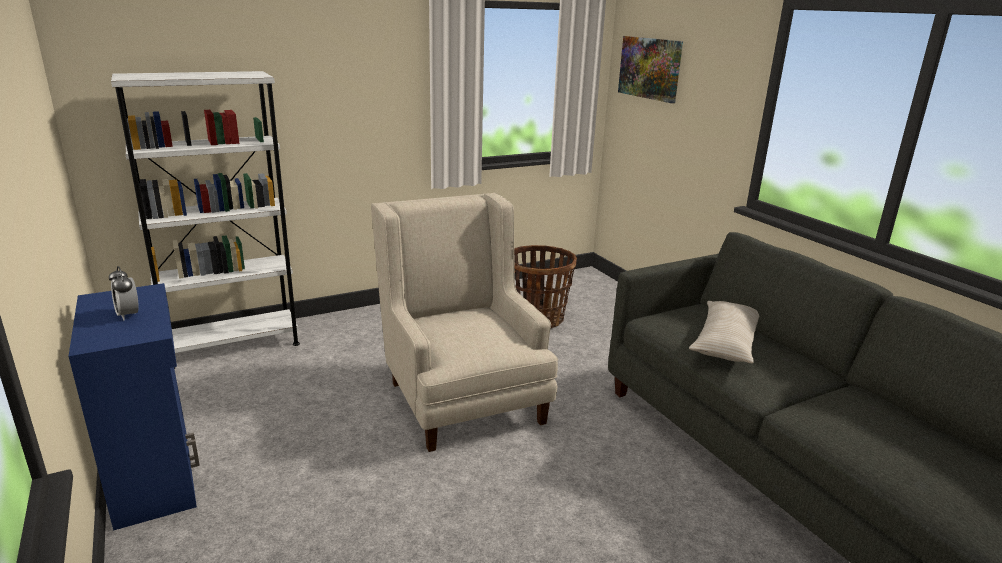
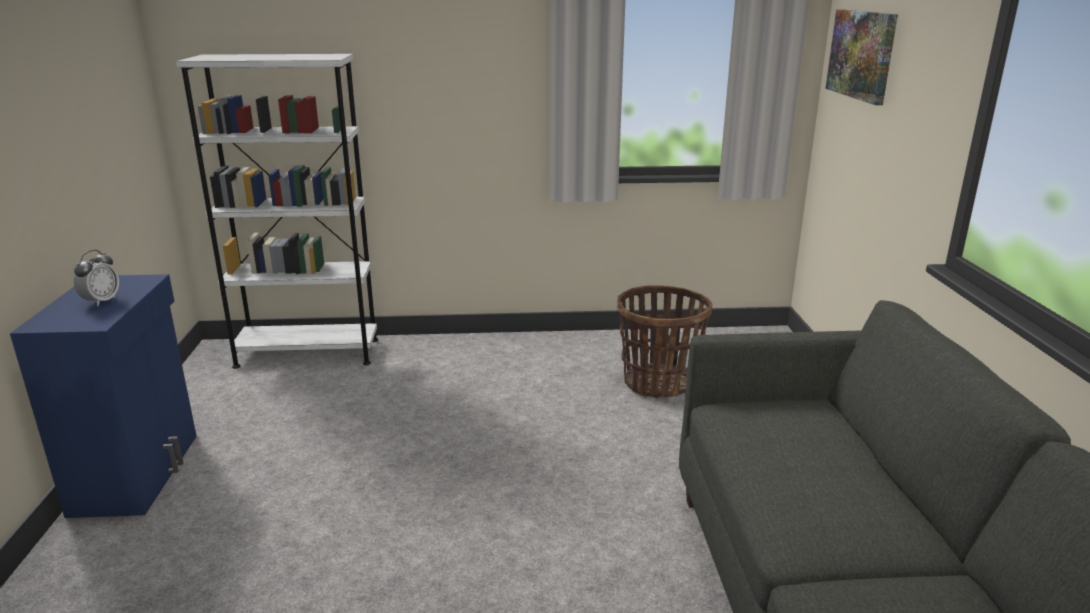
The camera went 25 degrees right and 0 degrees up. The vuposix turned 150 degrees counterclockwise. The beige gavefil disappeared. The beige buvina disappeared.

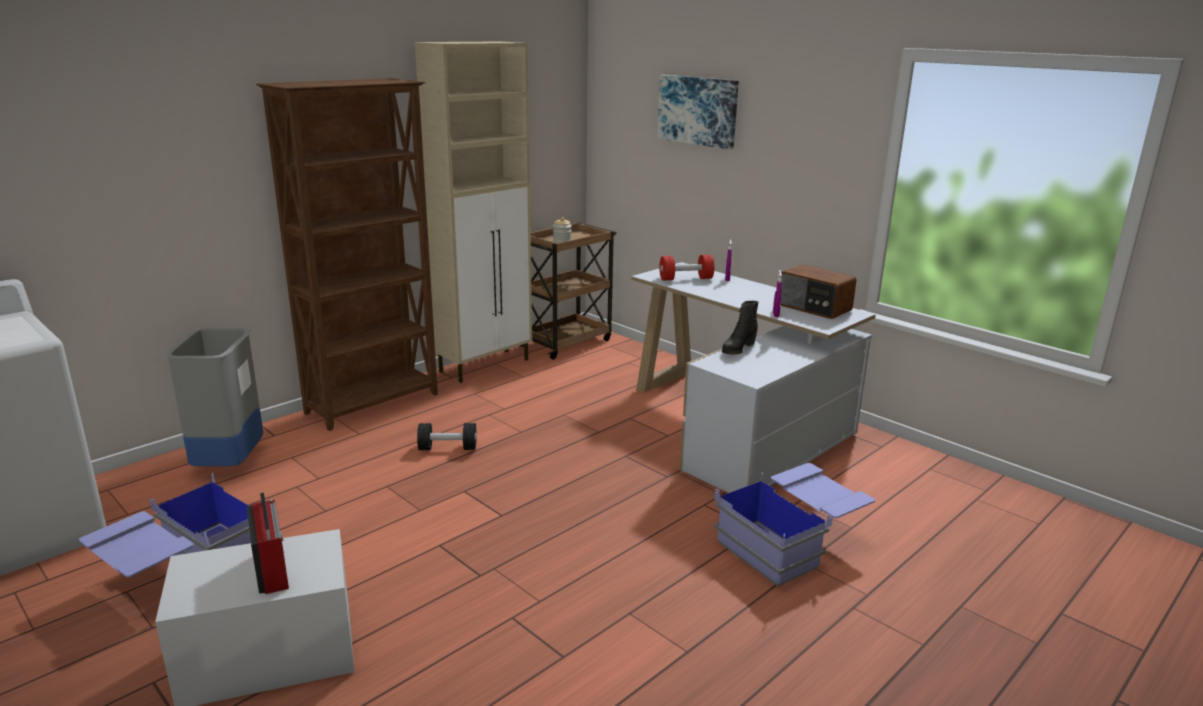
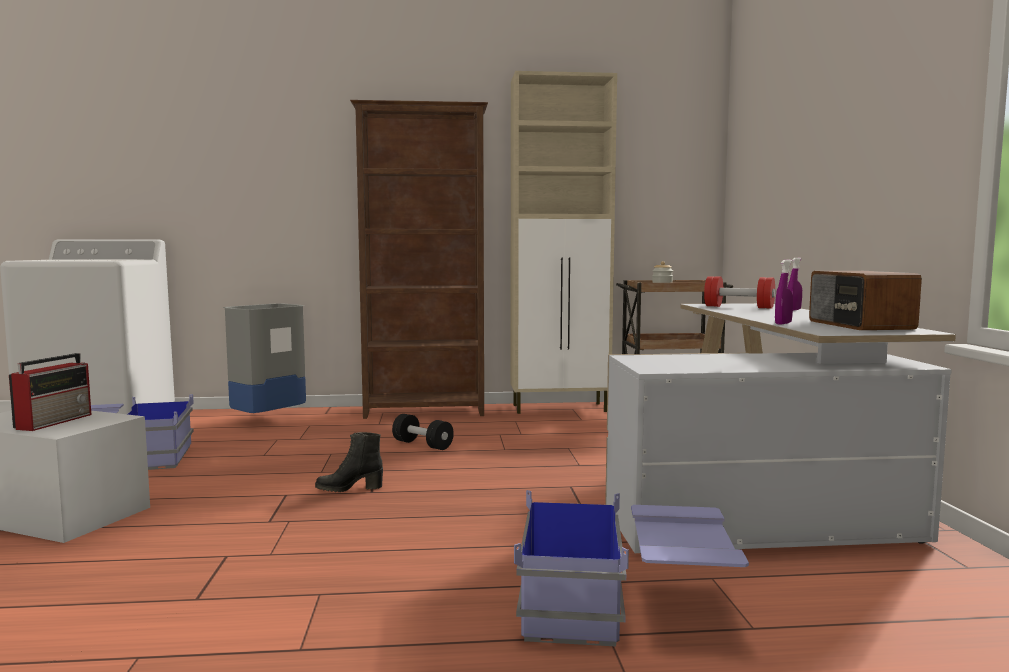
The camera went 40 degrees right and 15 degrees down. The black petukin moved. The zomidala disappeared.

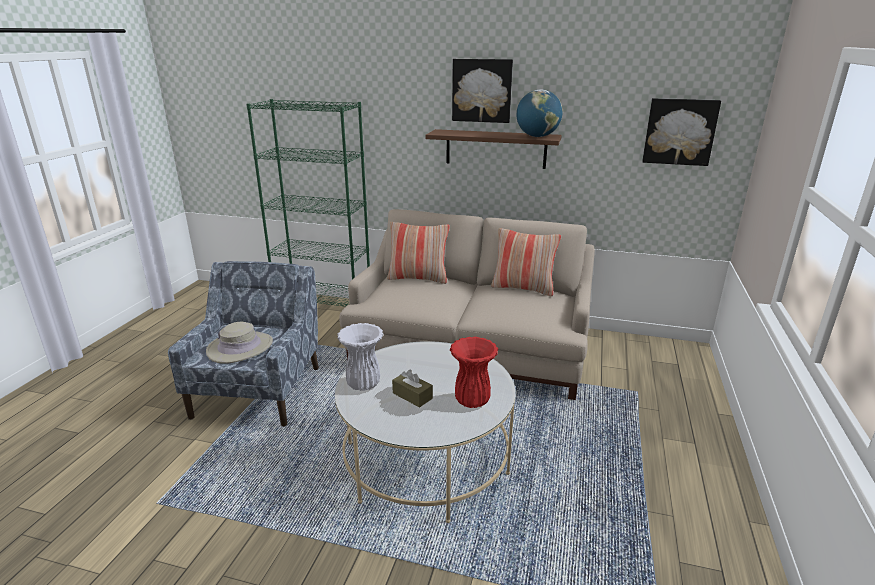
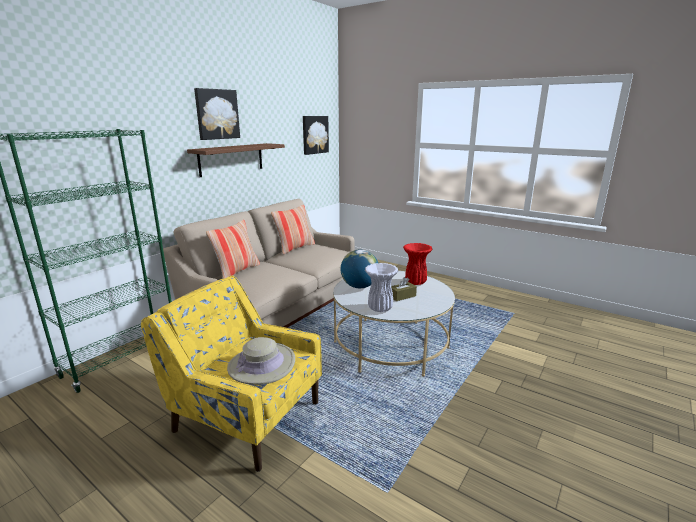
The camera went 70 degrees left and 5 degrees down. The blue gavefil became the yellow gavefil. The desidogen moved.

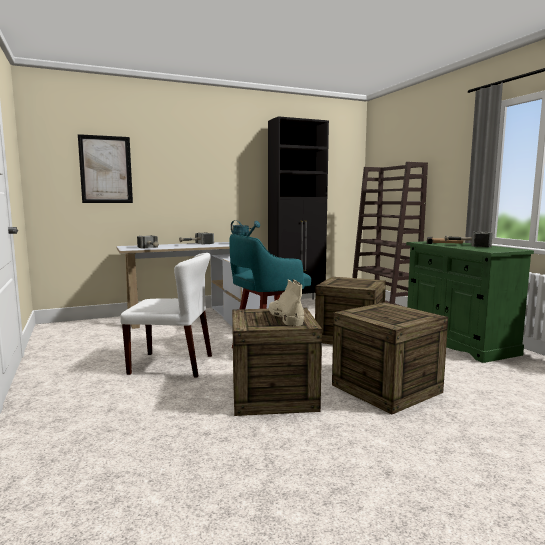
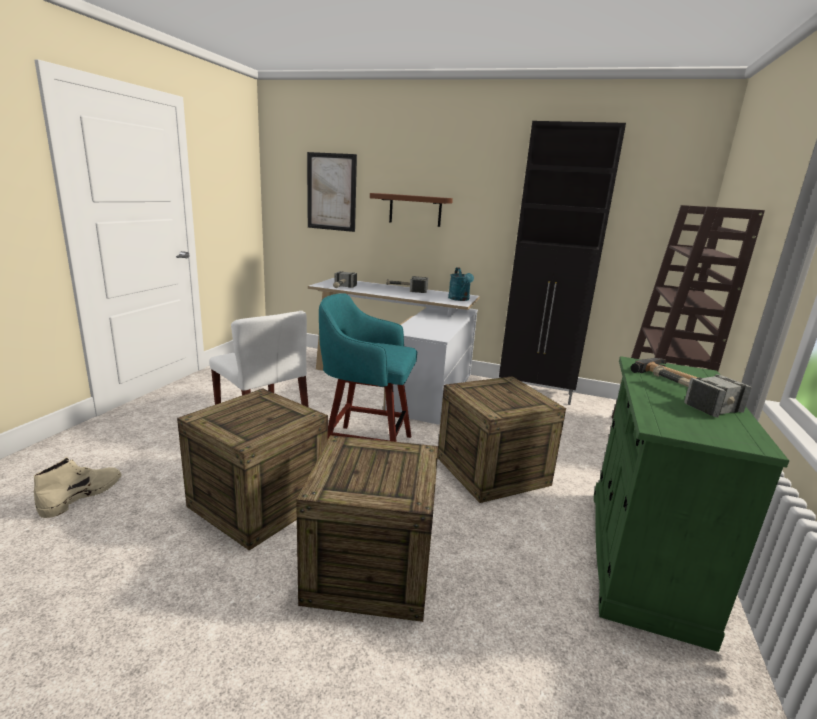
The camera went 40 degrees right and 10 degrees up. The beige petukin moved. The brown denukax appeared.

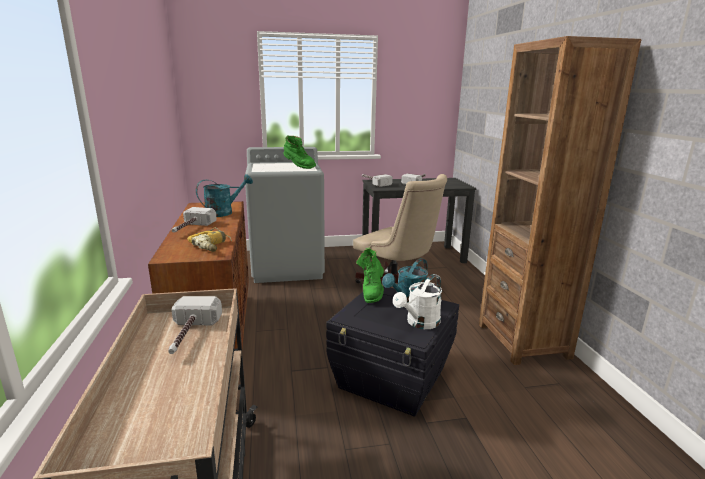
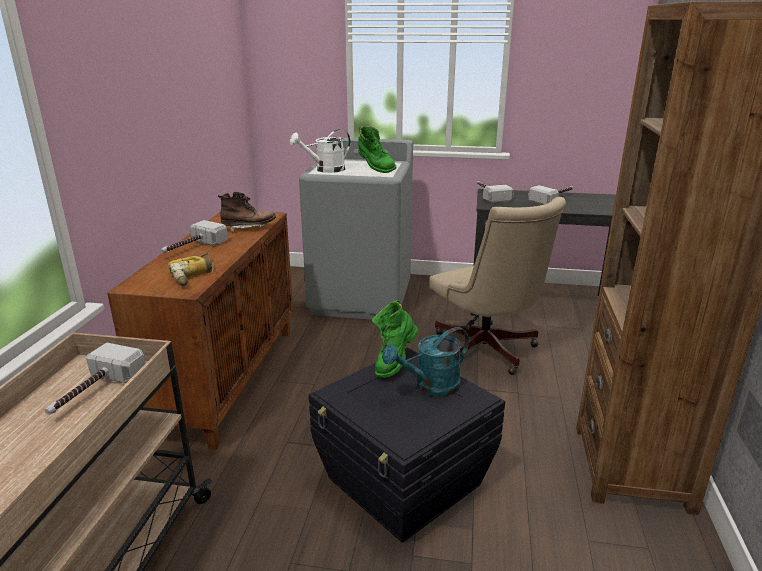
The camera went 20 degrees right and 5 degrees up. The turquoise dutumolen (1st from left) was replaced by the brown petukin. The white dutumolen moved.

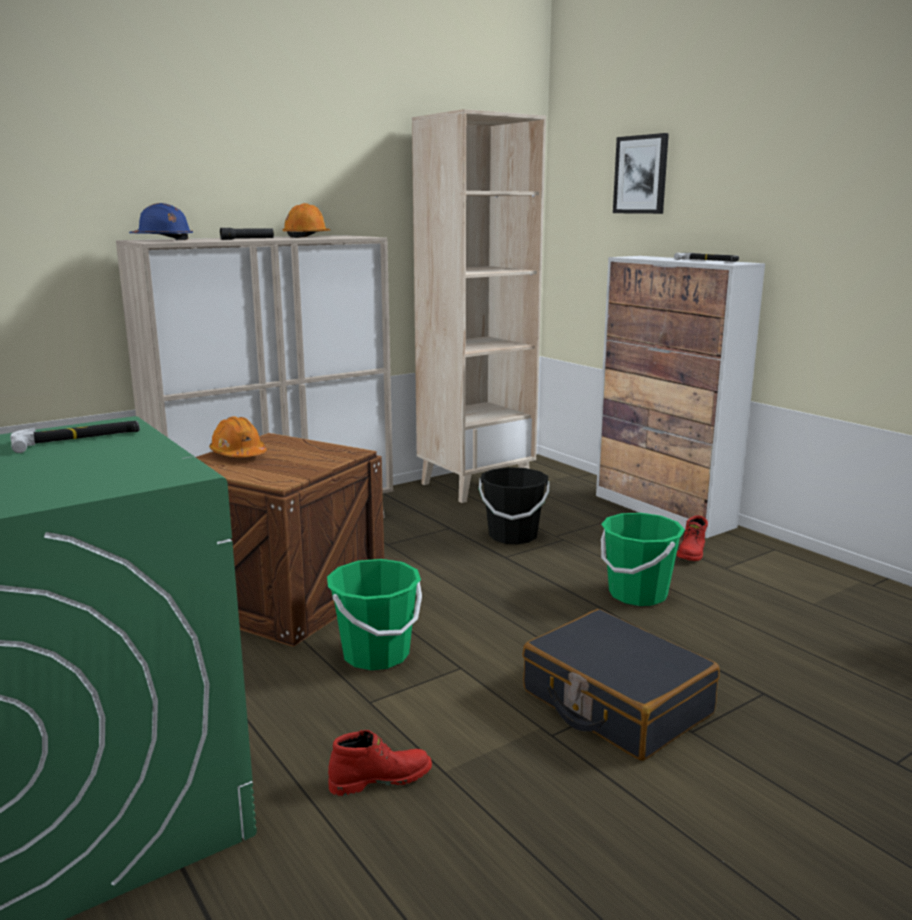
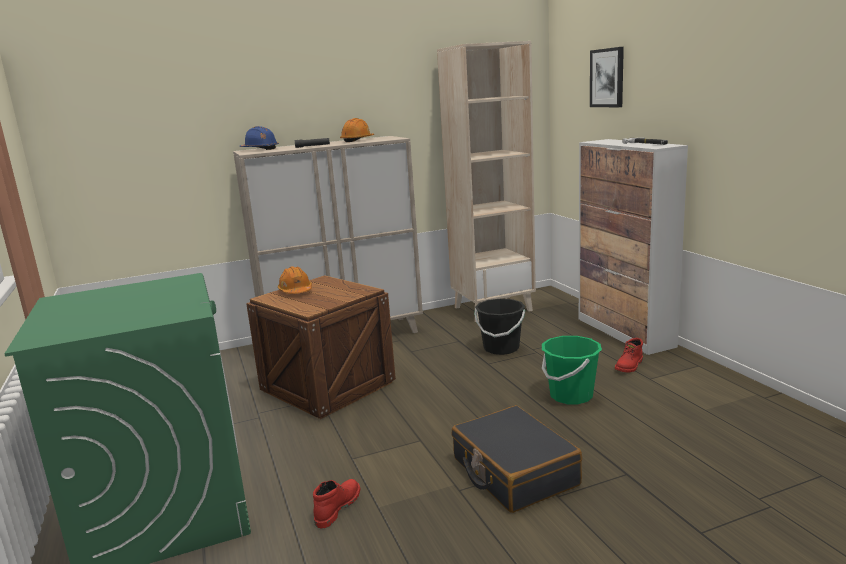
The camera went 15 degrees right and 0 degrees up. The red petukin (1st from left) turned 60 degrees counterclockwise. The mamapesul (1st from left) disappeared. The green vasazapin (1st from left) disappeared.

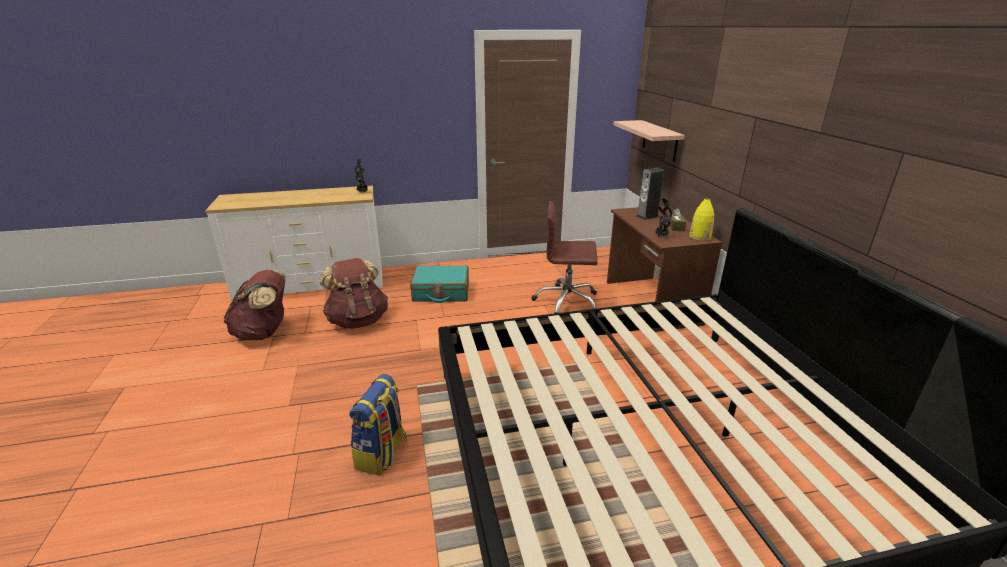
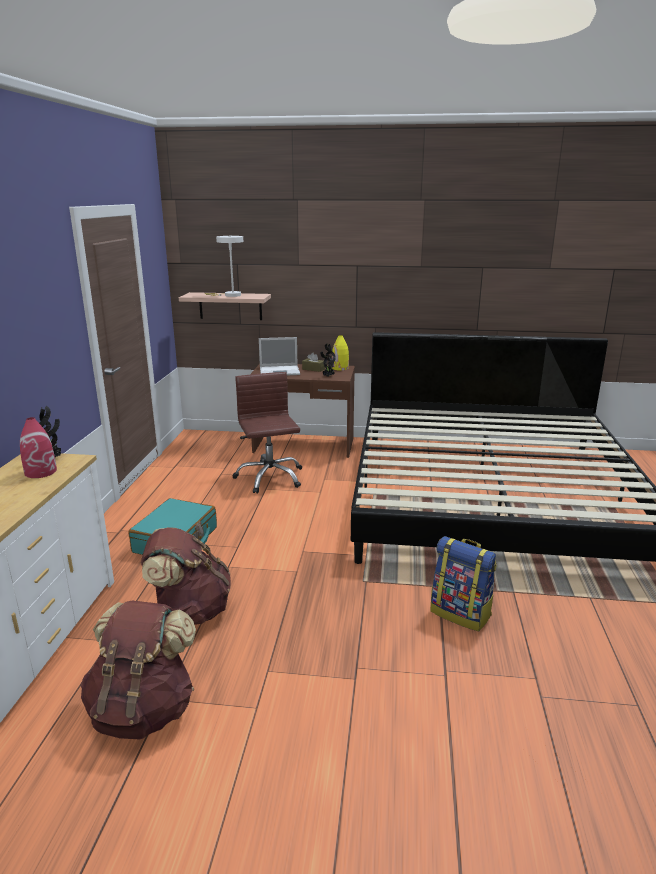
The camera went 70 degrees left and 5 degrees down. The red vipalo appeared. The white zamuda appeared. The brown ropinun turned 135 degrees clockwise. The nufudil was replaced by the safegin.

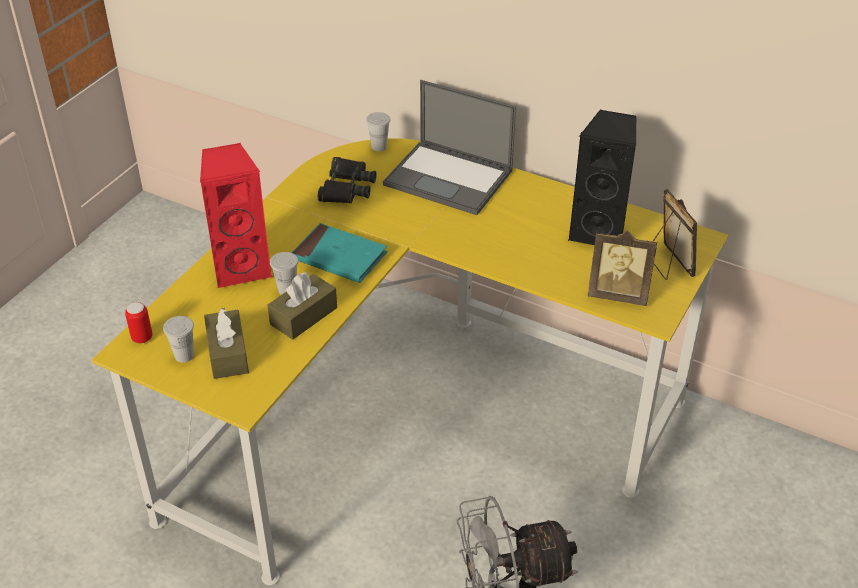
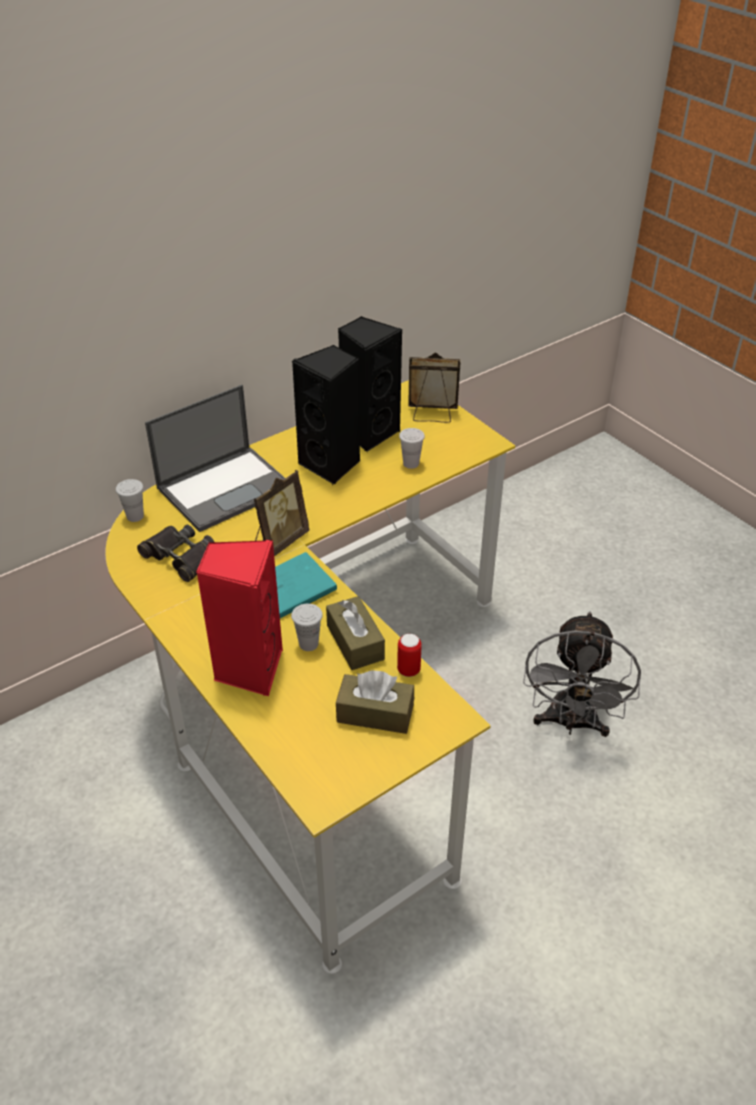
The camera went 65 degrees left and 0 degrees up. The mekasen (1st from left) moved. The black nufudil (1st from left) appeared. The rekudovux moved. The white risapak (1st from left in the first image) moved.

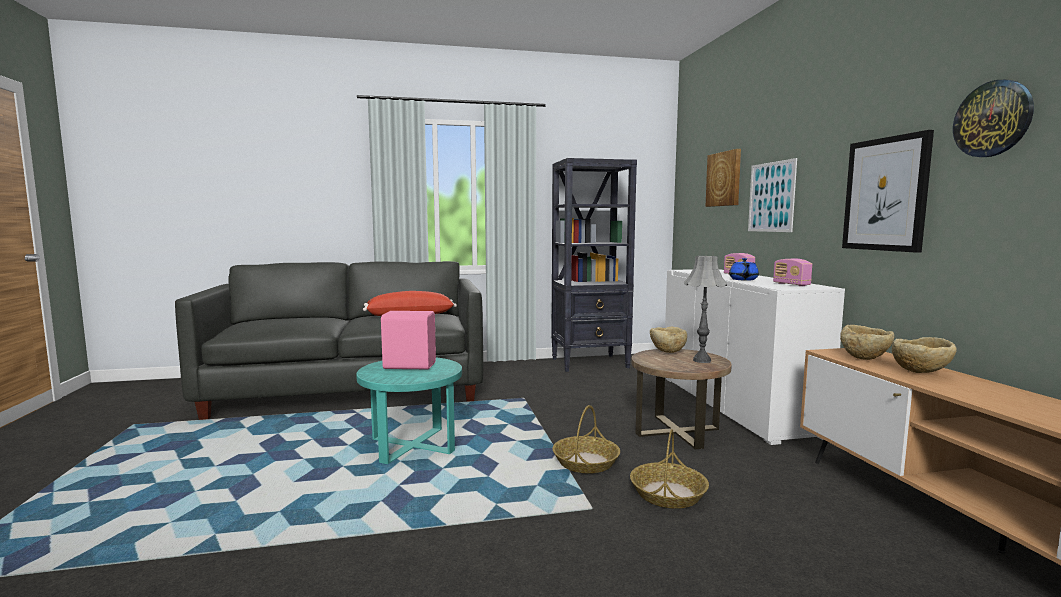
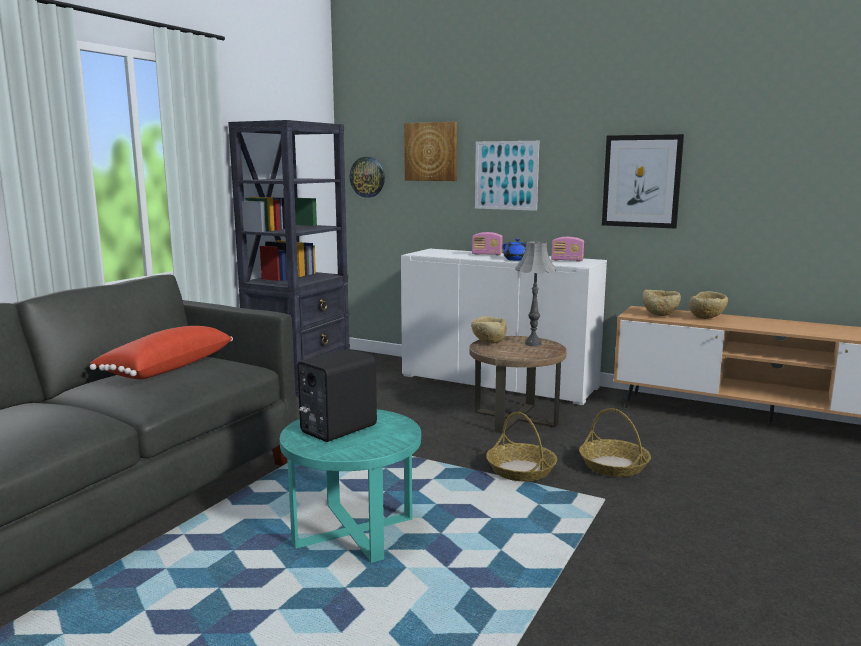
The camera went 50 degrees left and 5 degrees up. The pink nufudil became the black nufudil. The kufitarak moved.

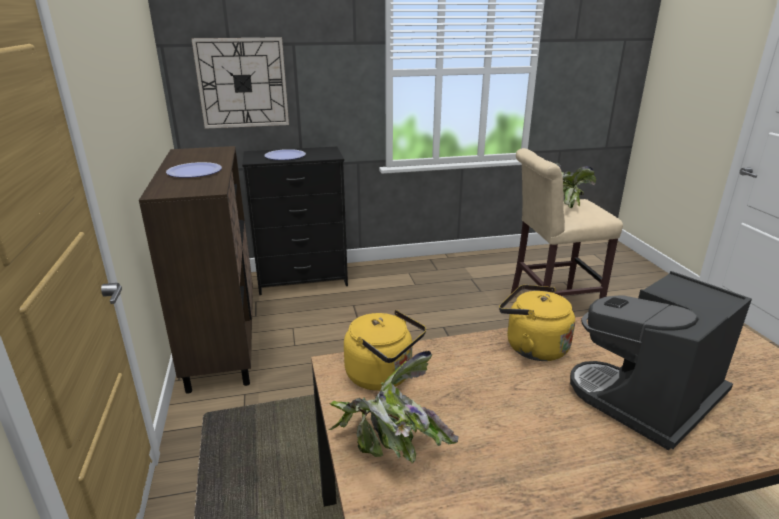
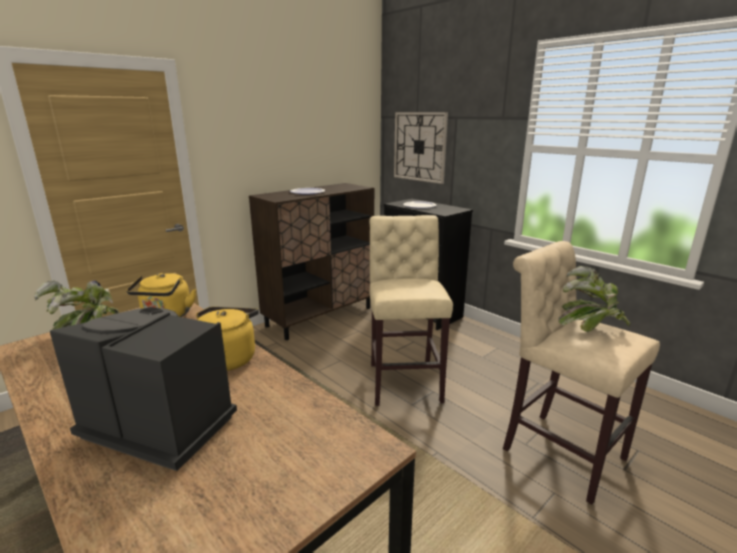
The camera went 60 degrees right and 5 degrees down. The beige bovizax (1st from left) appeared.

